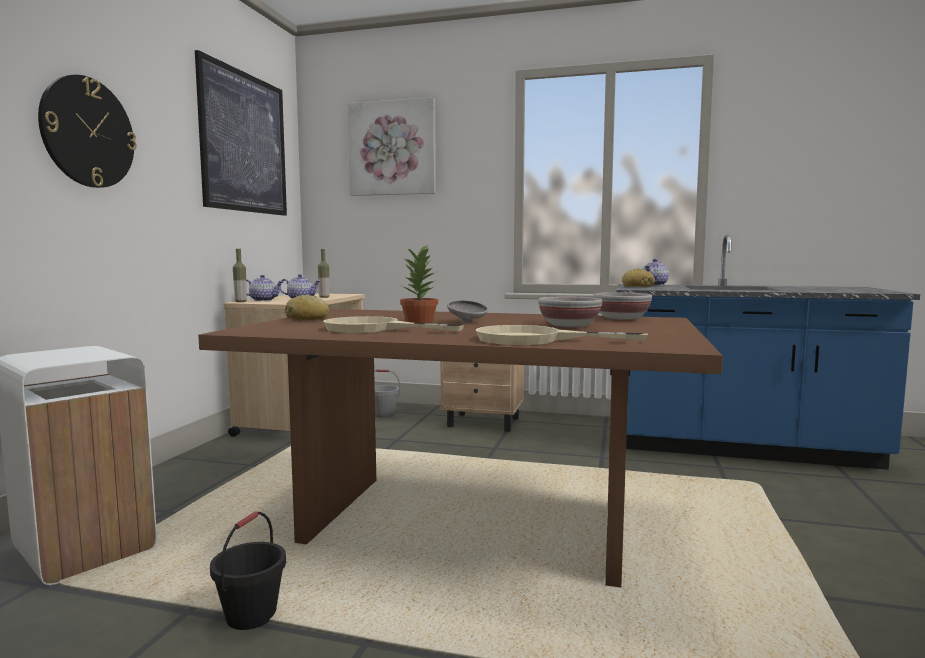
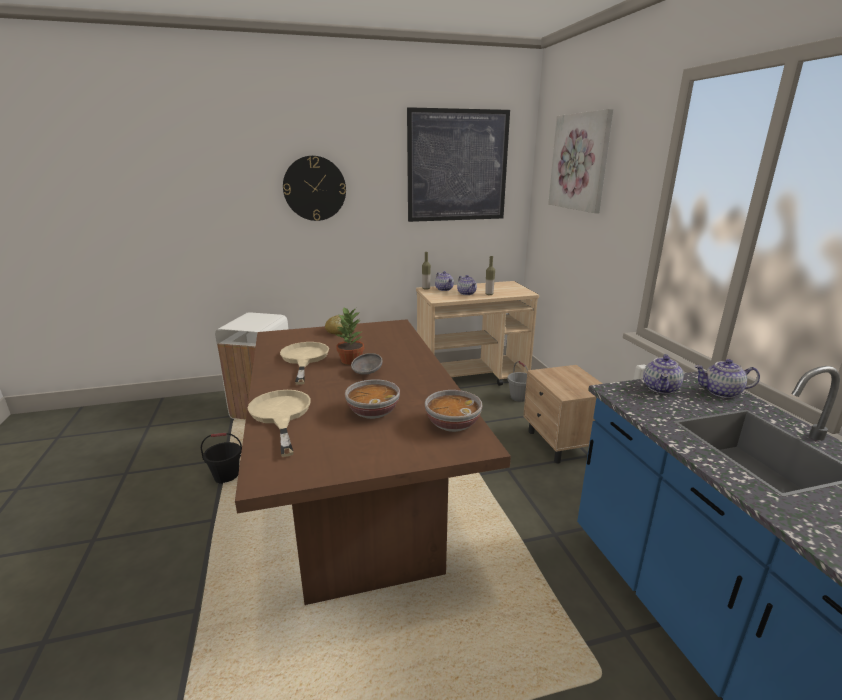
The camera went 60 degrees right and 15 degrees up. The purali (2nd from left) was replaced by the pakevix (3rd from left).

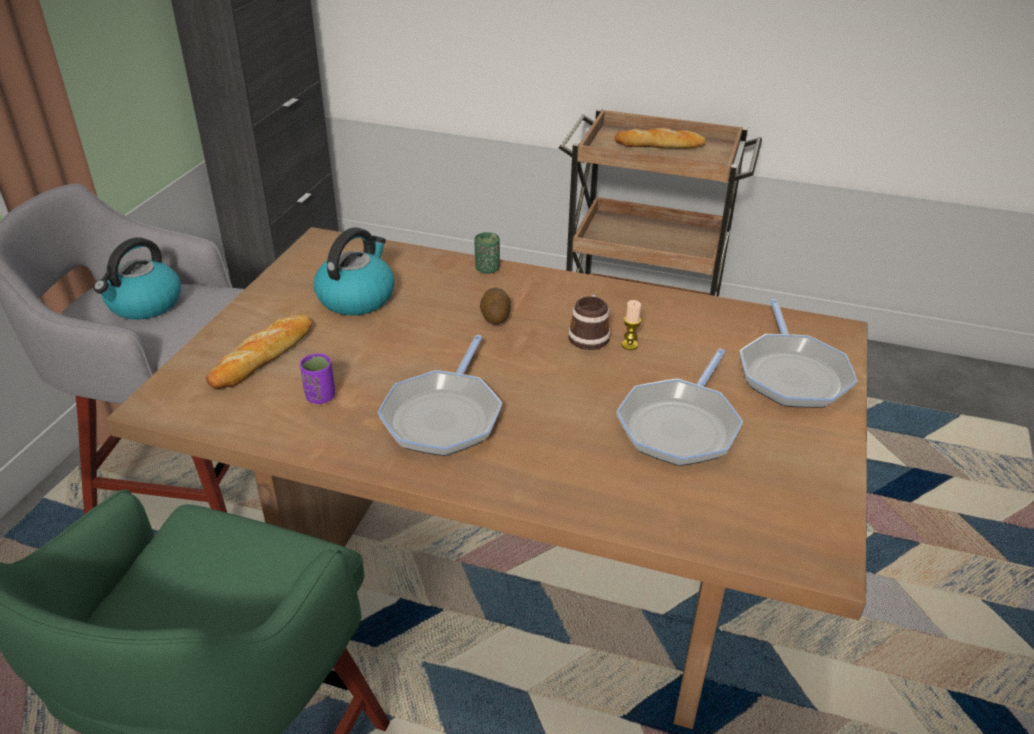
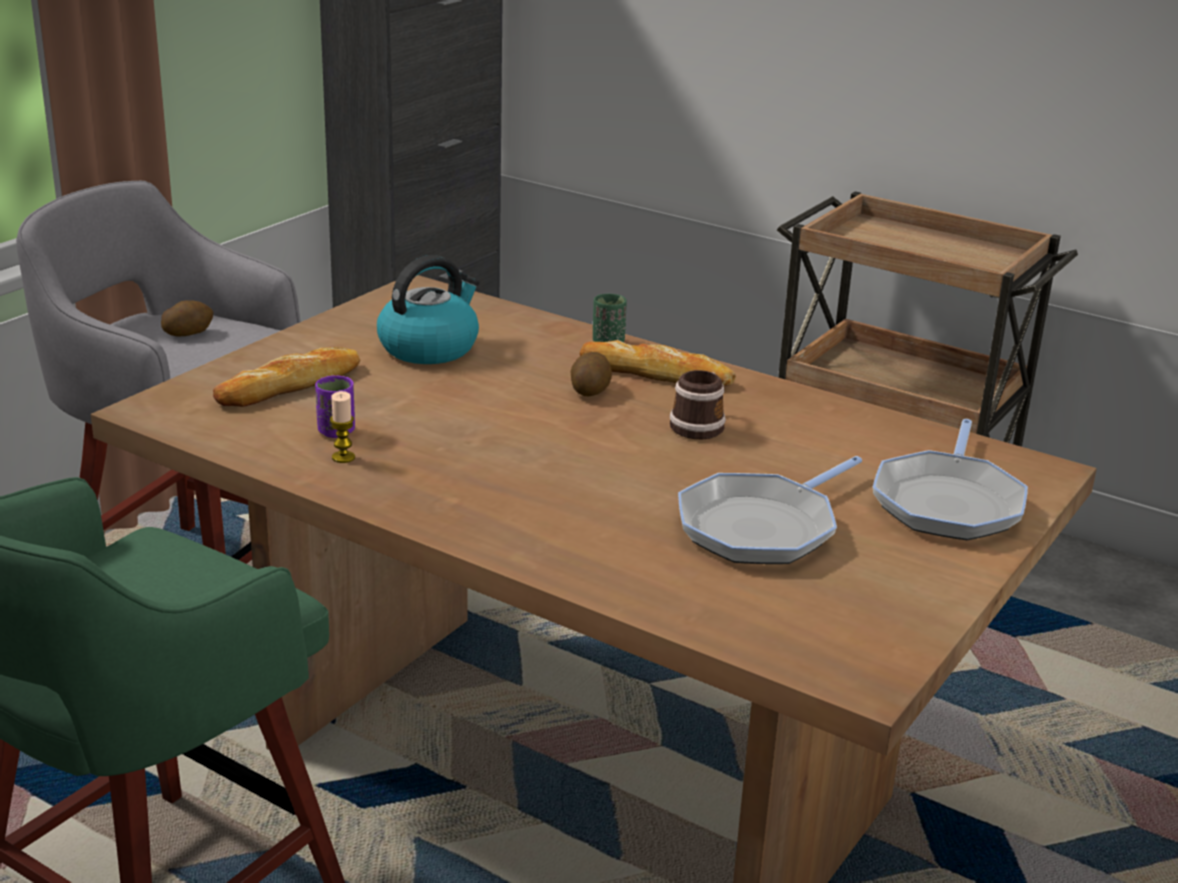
The camera went 15 degrees right and 10 degrees down. The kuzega (1st from left) was replaced by the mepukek (1st from left). The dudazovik moved. The purali (2nd from left) moved. The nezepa (1st from left) disappeared.

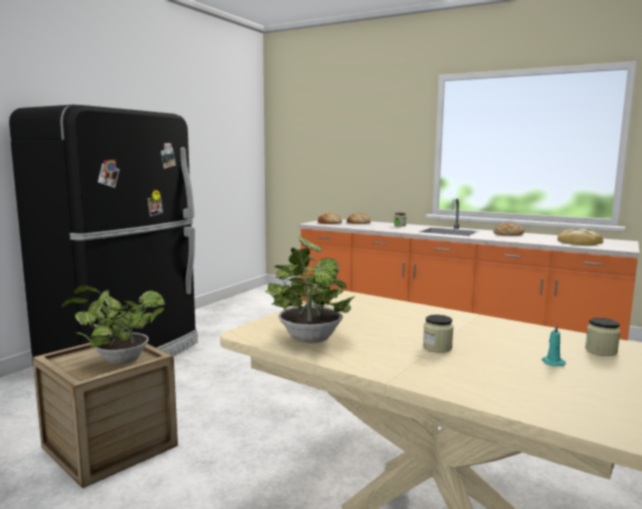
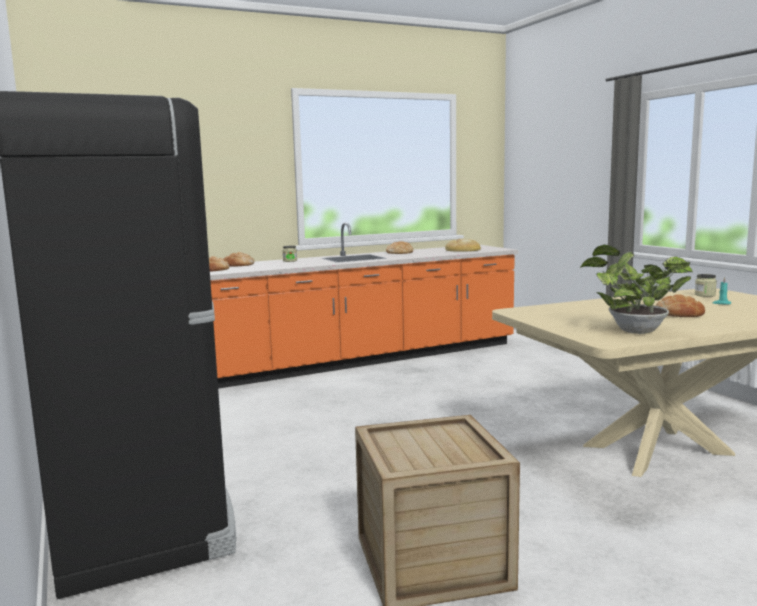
The camera went 55 degrees left and 0 degrees up. The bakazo (2nd from left) was replaced by the purali (5th from left). The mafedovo (1st from left) disappeared.

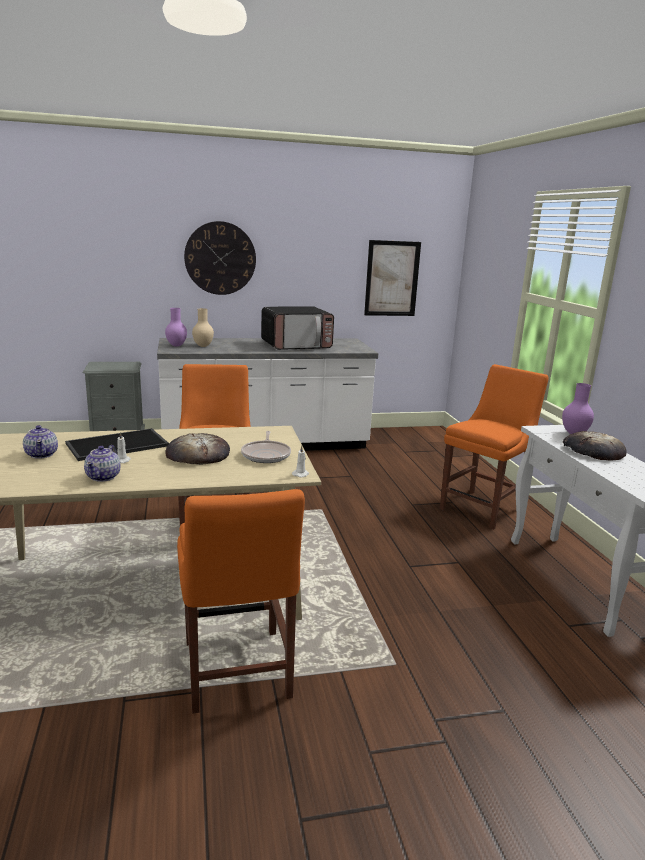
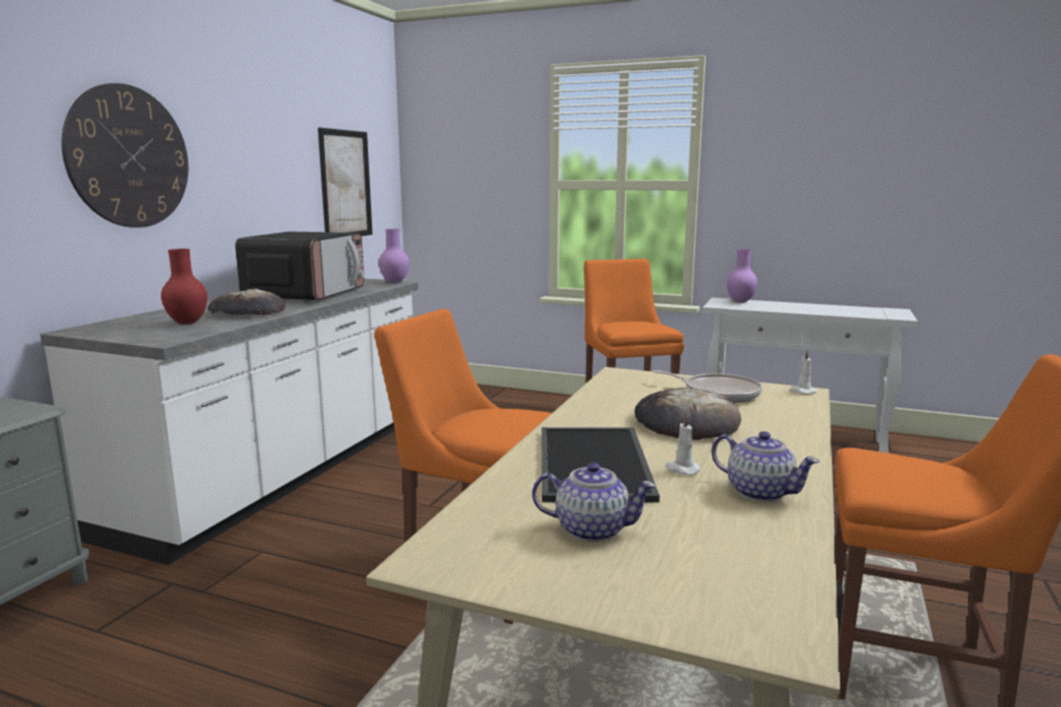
The camera went 55 degrees left and 5 degrees down. The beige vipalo became the red vipalo. The purali (2nd from left in the first image) moved. The purple vipalo (1st from left) moved.

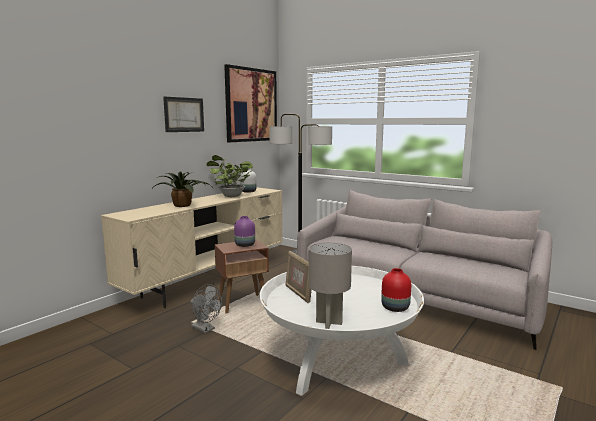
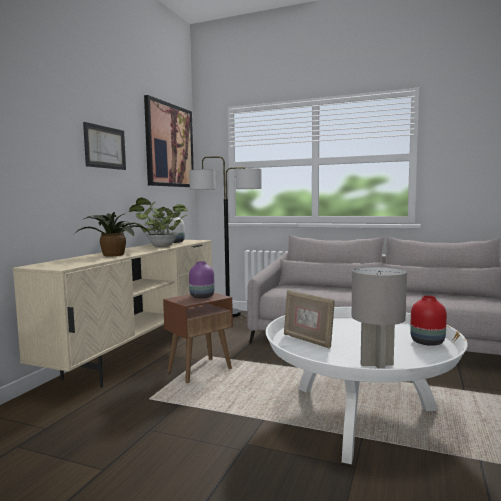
The camera went 15 degrees left and 5 degrees down. The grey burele disappeared.

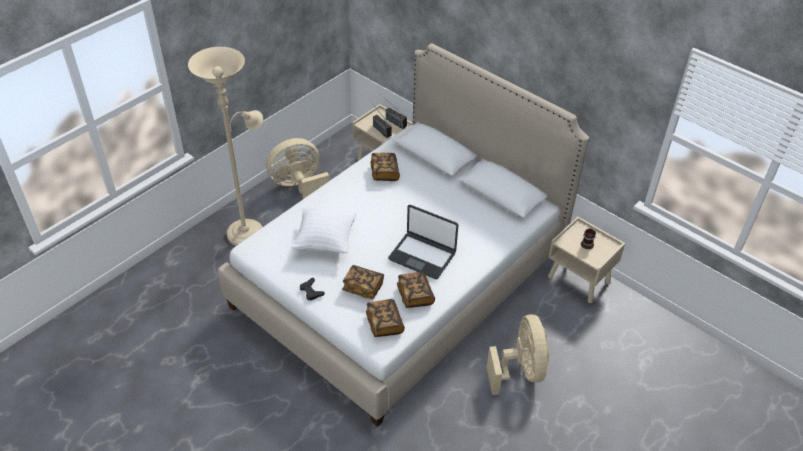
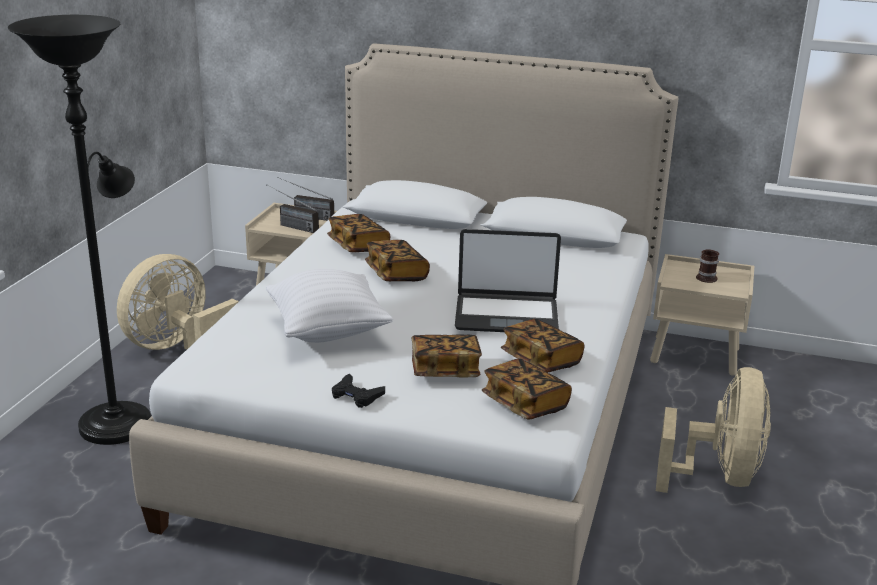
The camera went 25 degrees left and 20 degrees down. The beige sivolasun became the black sivolasun. The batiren (2nd from left) appeared. The beige burele (2nd from left) turned 45 degrees clockwise.

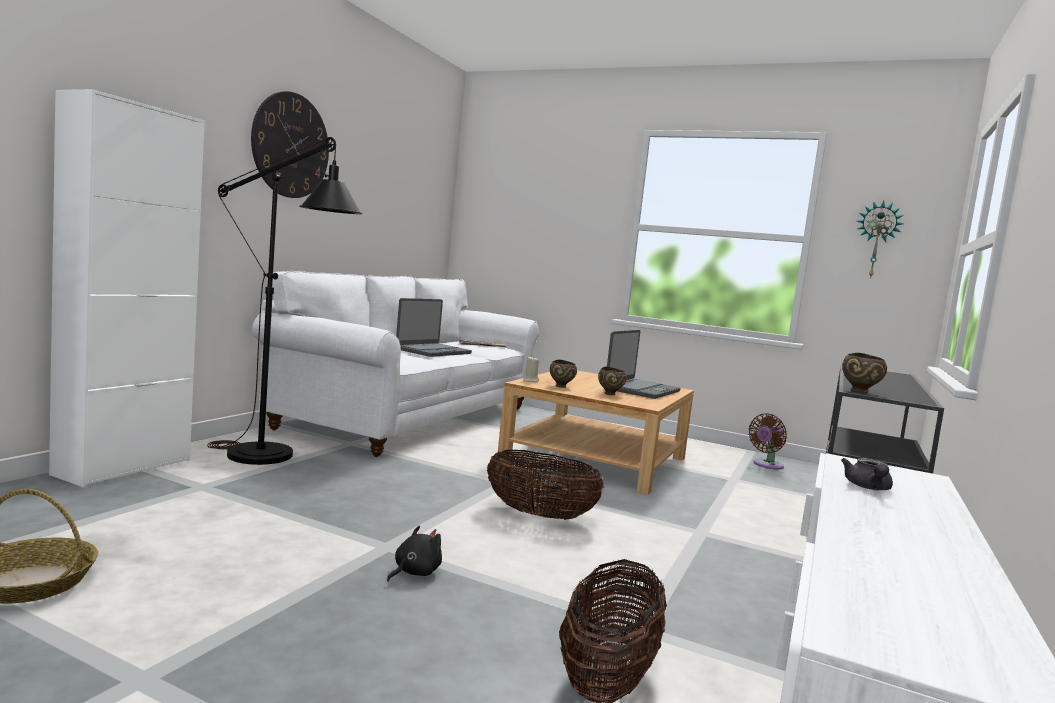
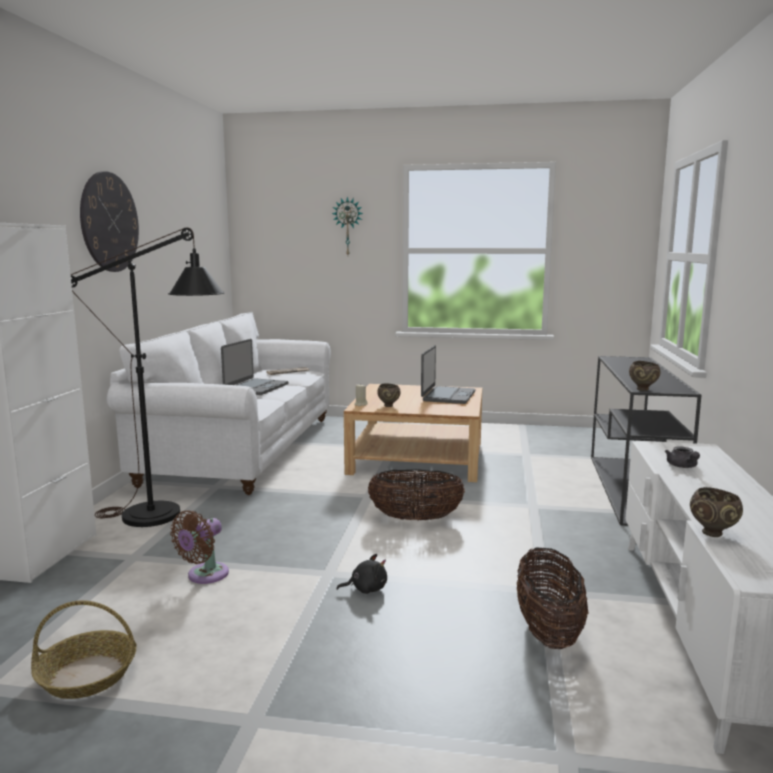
The camera went 15 degrees left and 5 degrees up. The brown burele moved. The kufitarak (2nd from left) moved. The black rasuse turned 60 degrees clockwise. The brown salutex (2nd from left in the first image) moved.

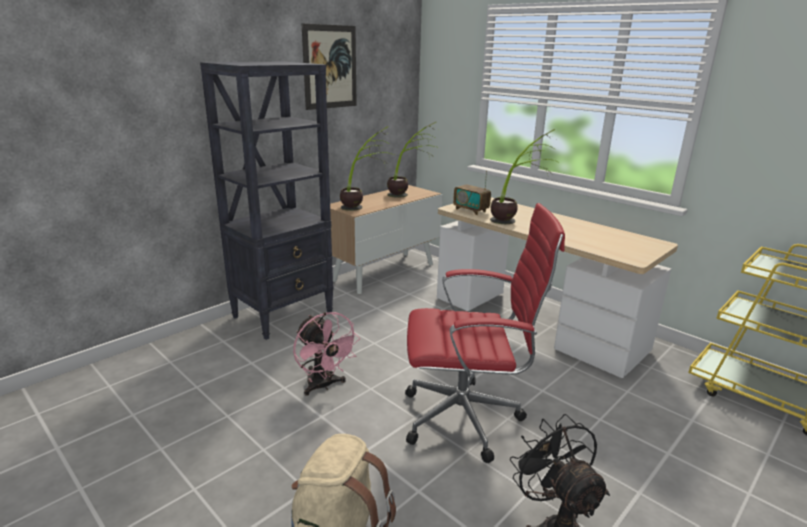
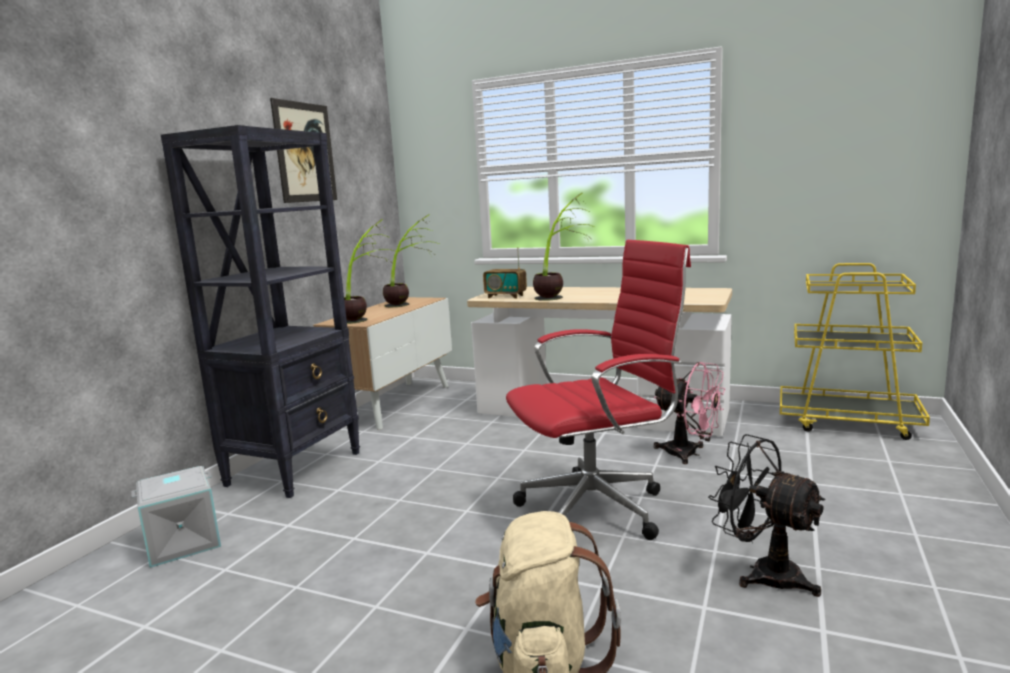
The camera went 20 degrees left and 10 degrees down. The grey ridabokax appeared. The pink burele moved.

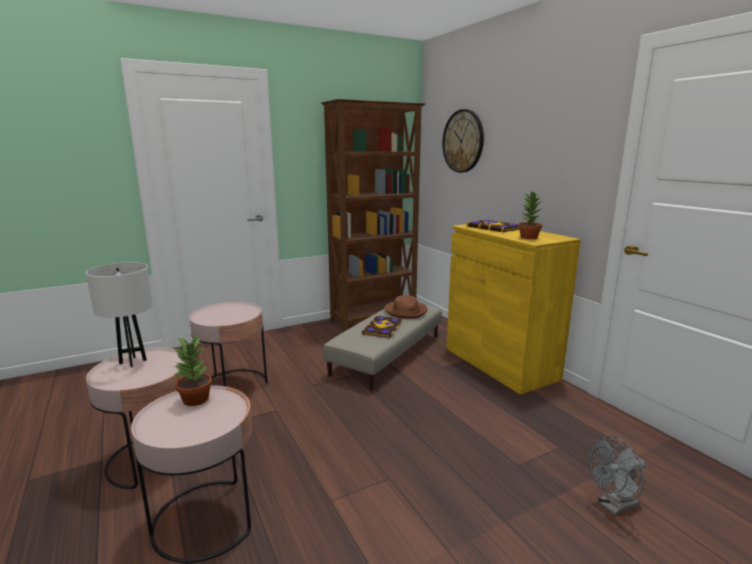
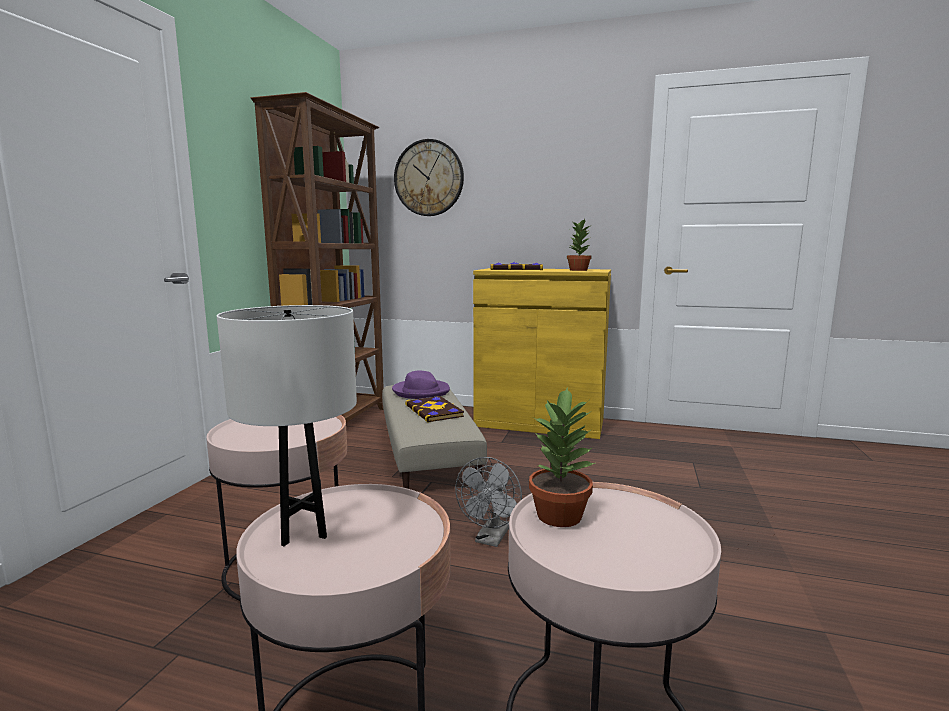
The camera went 45 degrees left and 5 degrees down. The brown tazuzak became the purple tazuzak. The grey burele moved.

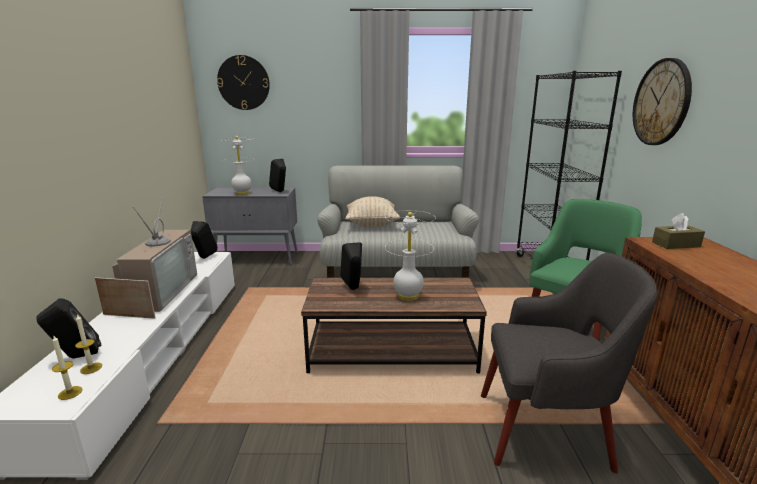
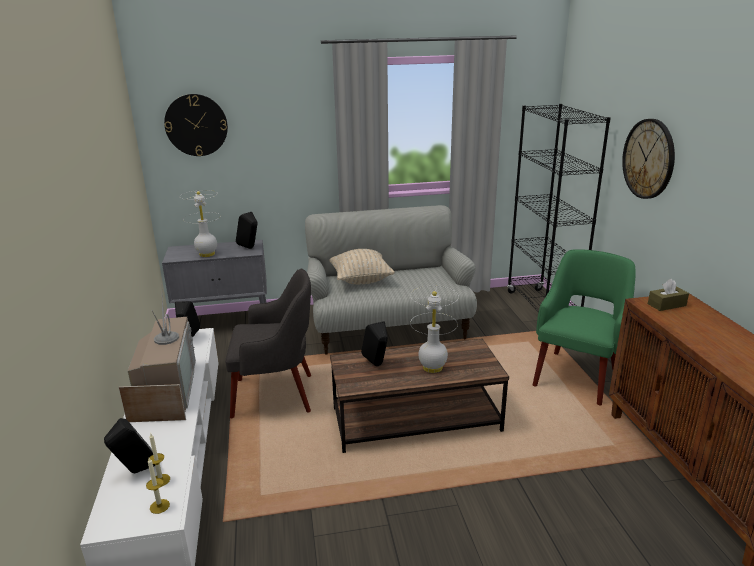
The camera went 10 degrees left and 5 degrees up. The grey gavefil moved.

